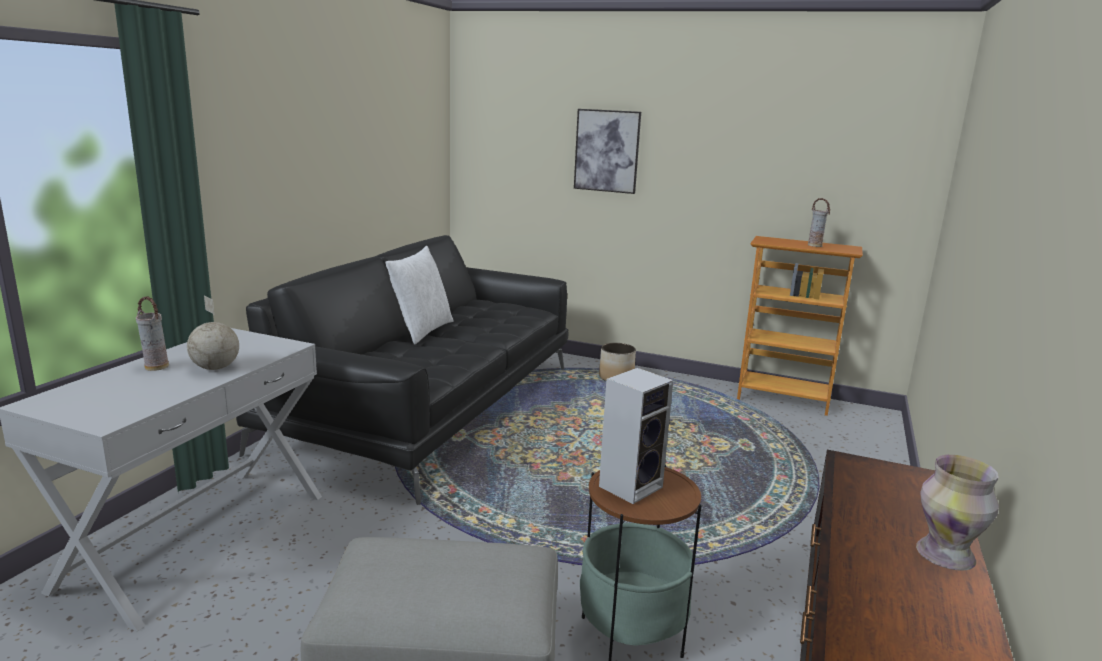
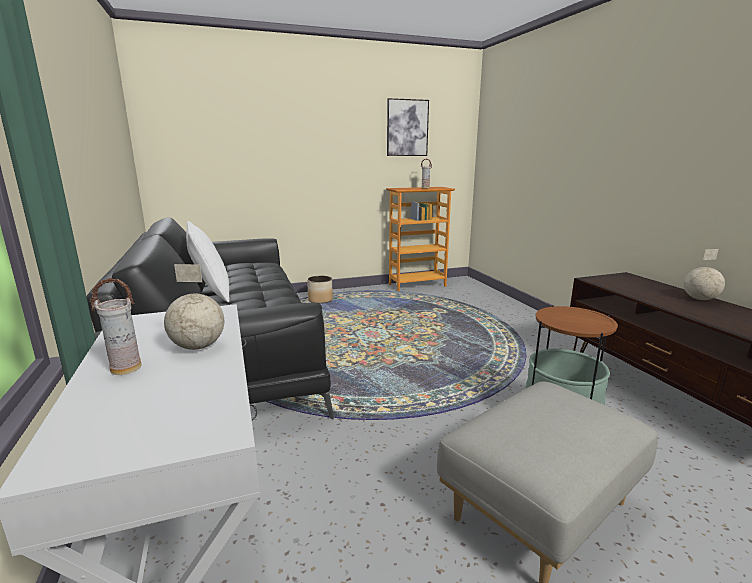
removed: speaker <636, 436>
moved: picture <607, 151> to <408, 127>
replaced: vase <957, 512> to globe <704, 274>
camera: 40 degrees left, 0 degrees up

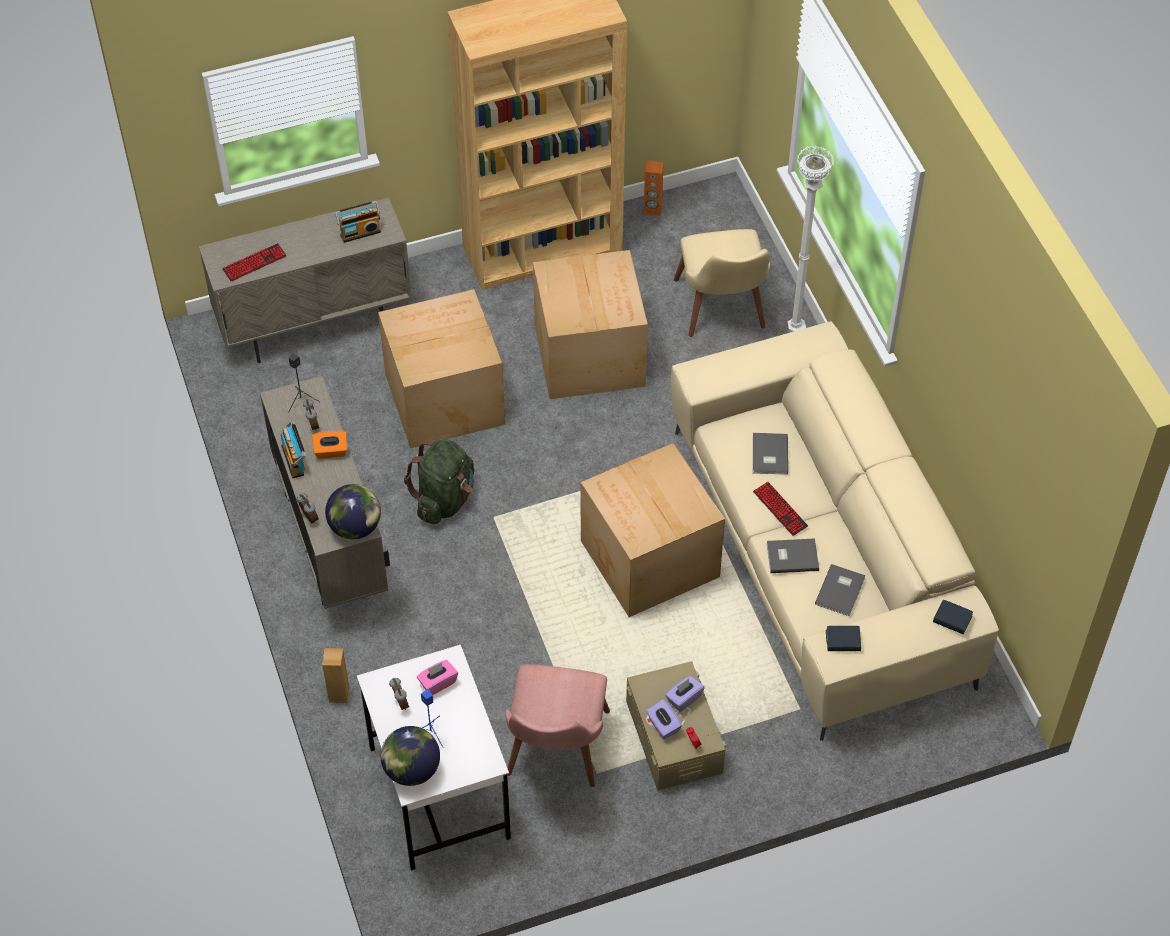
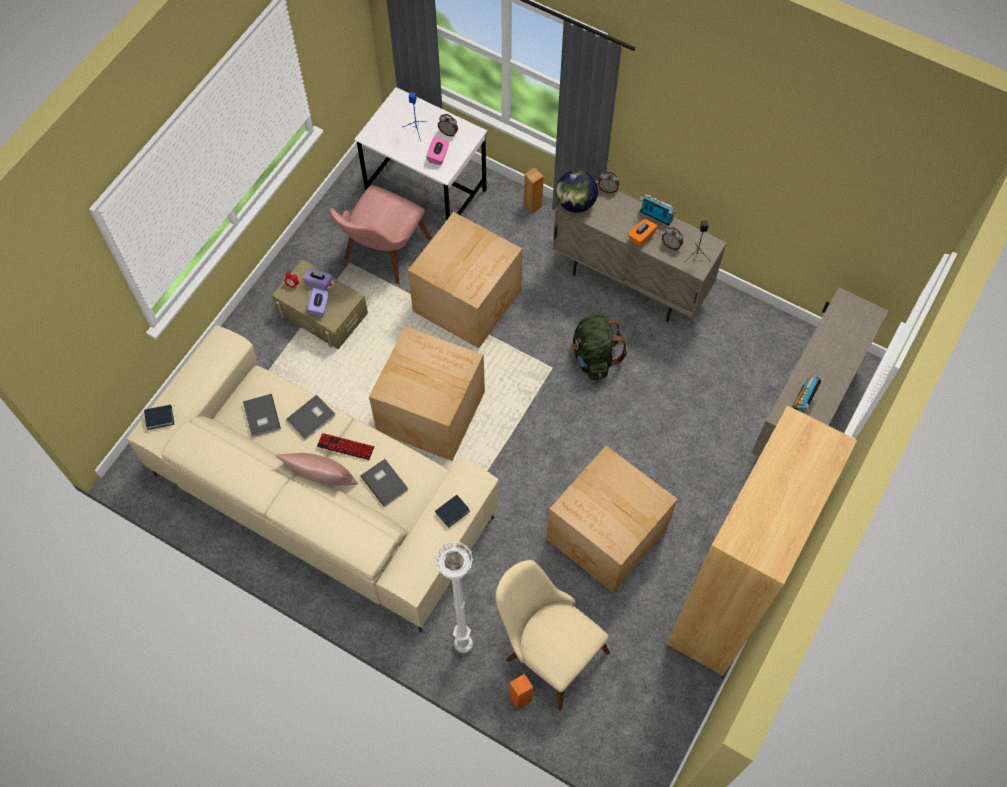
removed: keyboard <254, 262>; globe <410, 756>
added: pink pillow <316, 469>
moved: cardboard box <441, 368> to <465, 280>; orange speaker <653, 188> to <521, 691>; book <843, 638> to <452, 511>
turned: pink chair <557, 725> = <380, 234> 120 degrees counterclockwise
camera: 140 degrees right, 10 degrees up

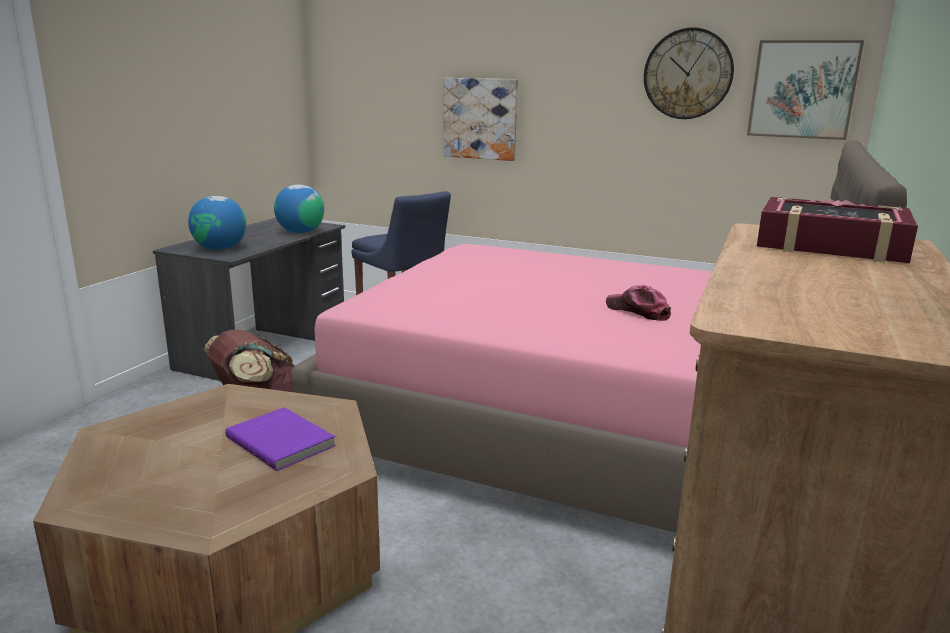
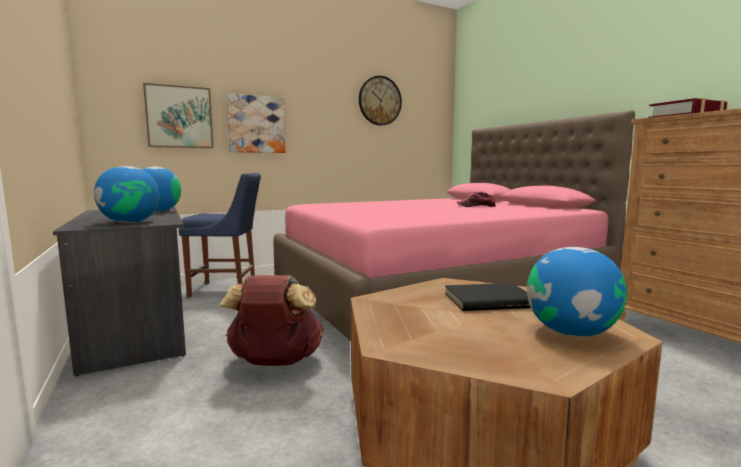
added: globe <577, 292>
moved: picture <805, 90> to <178, 115>
recoloured: purple book <280, 439> to black book <488, 297>
camera: 50 degrees left, 10 degrees down

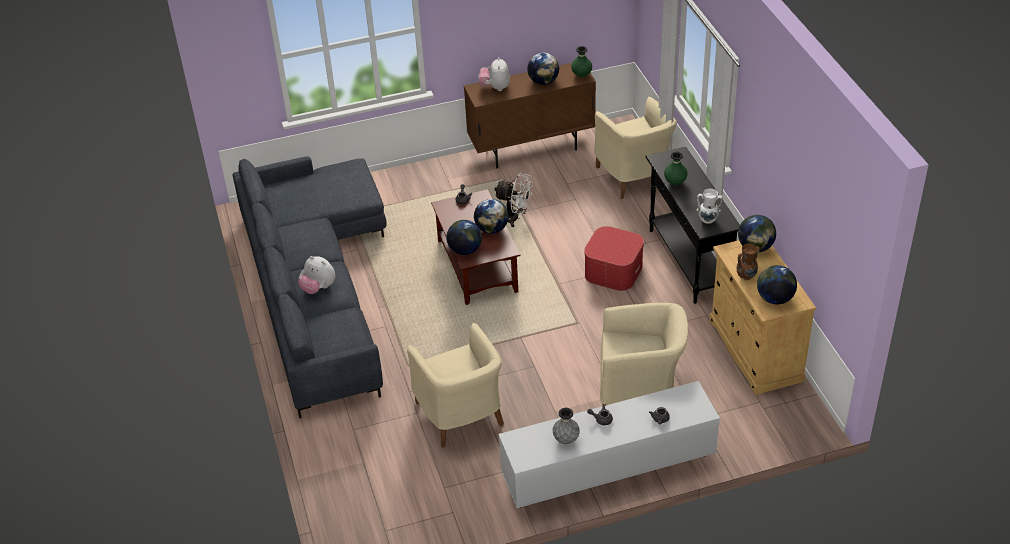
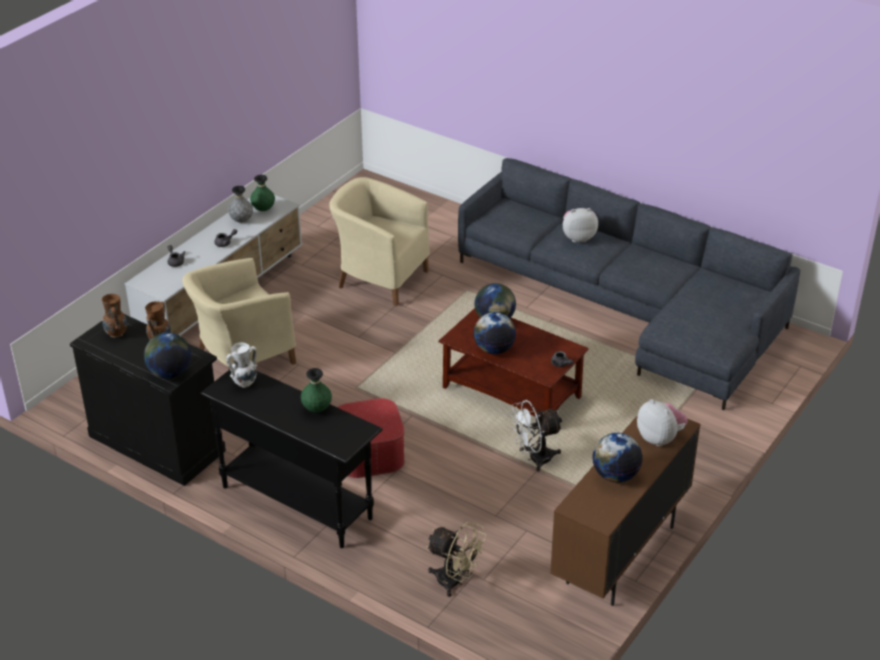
moved: green vase <581, 61> to <262, 193>
replaced: beige armchair <635, 148> to beige fan <456, 559>; globe <777, 284> to brown vase <114, 316>
recoloured: beige cabinet <762, 317> to black cabinet <148, 400>
camera: 140 degrees right, 5 degrees down

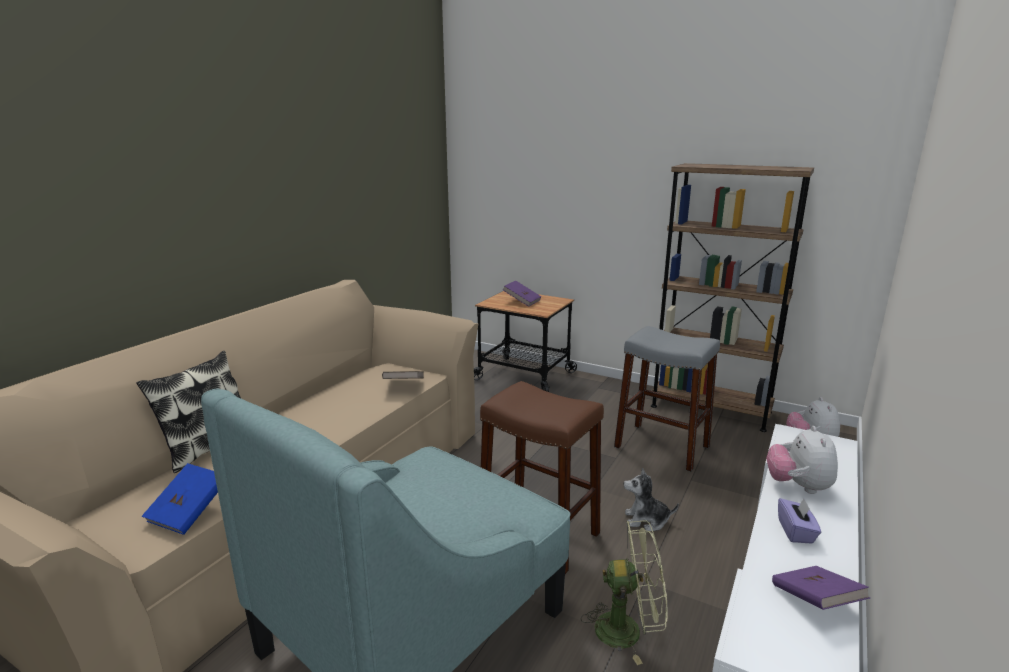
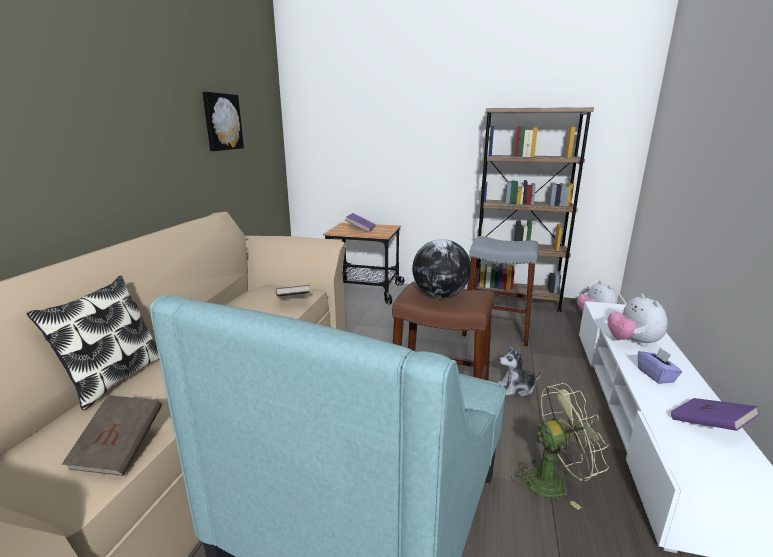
added: picture <223, 121>; globe <441, 268>
recoloured: blue book <180, 499> to brown book <112, 435>
camera: 15 degrees left, 0 degrees up

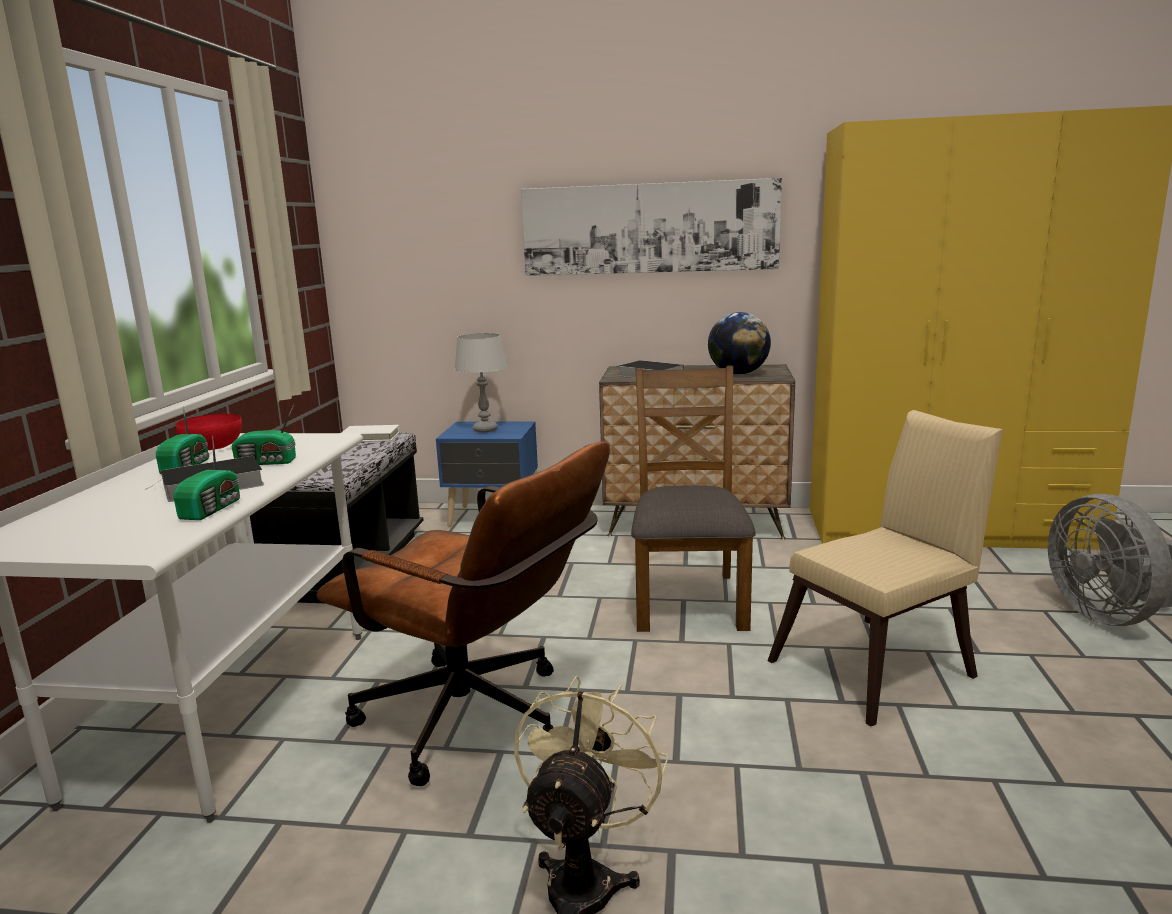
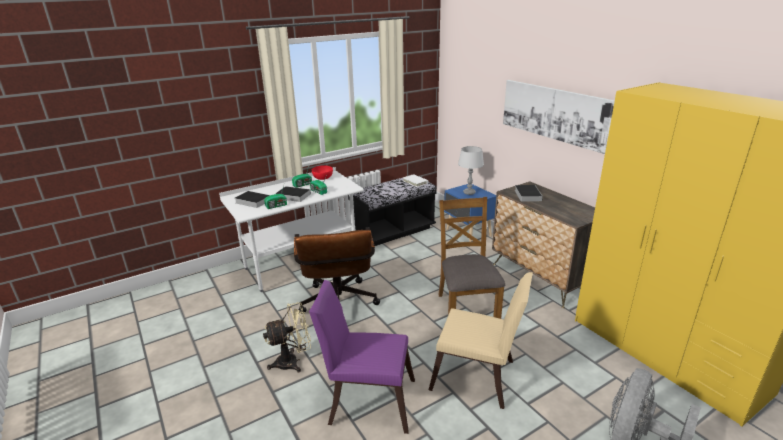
removed: globe <739, 343>
added: book <252, 199>; purple chair <362, 357>
turned: brown chair <693, 499> = <471, 258> 60 degrees counterclockwise
camera: 50 degrees right, 10 degrees up

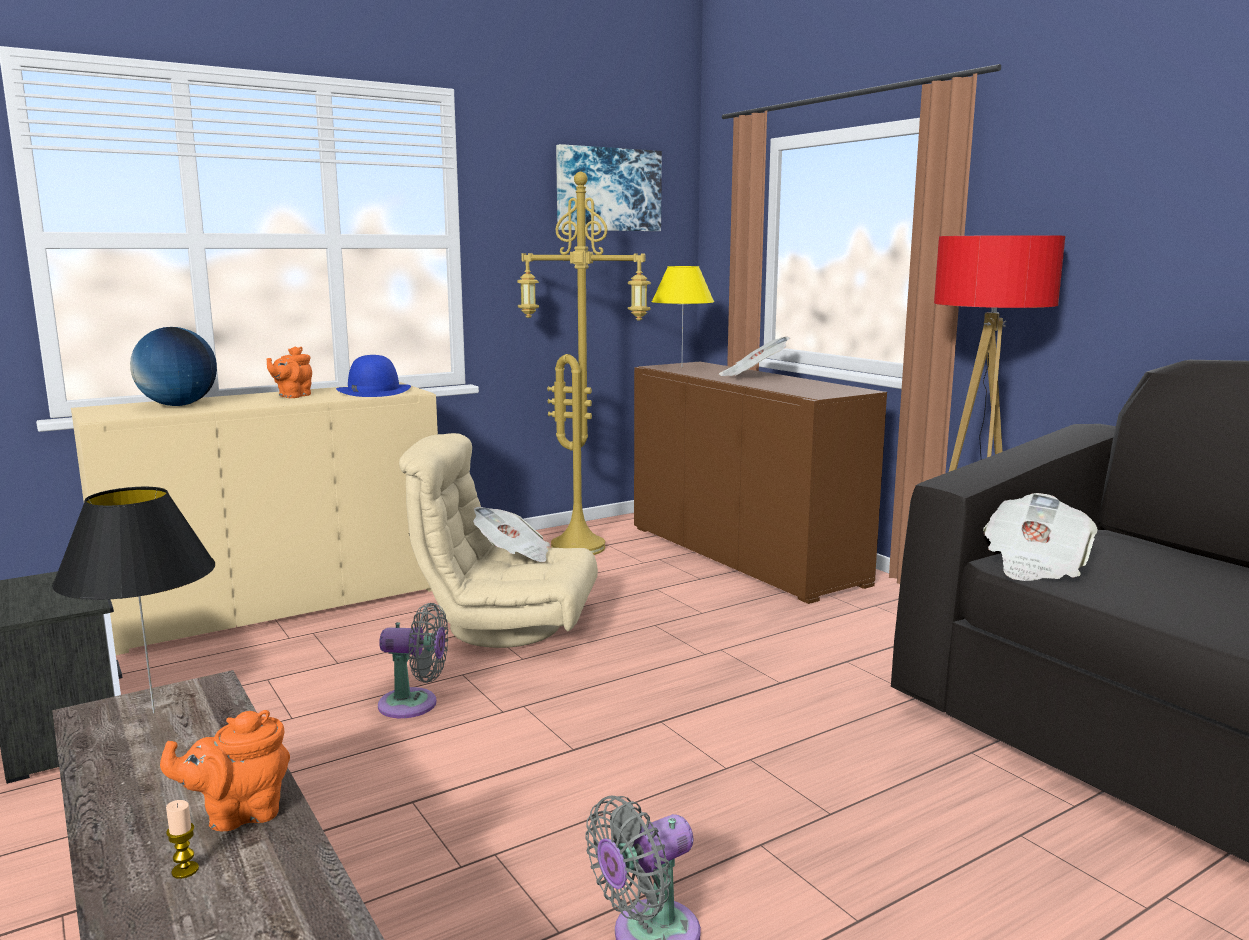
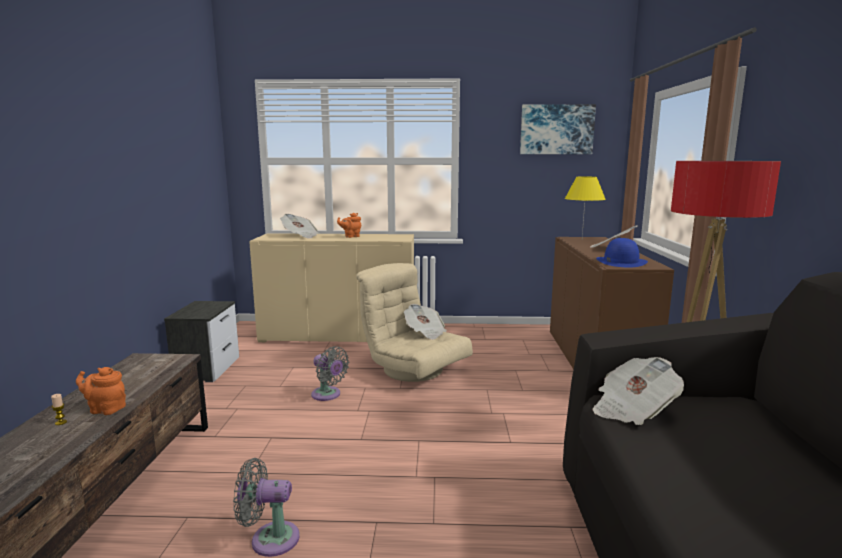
removed: black table lamp <133, 600>; yellow floor lamp <584, 363>
moved: blue hat <373, 376> to <622, 252>
replaced: globe <173, 366> to newspaper <299, 226>
camera: 35 degrees right, 0 degrees up

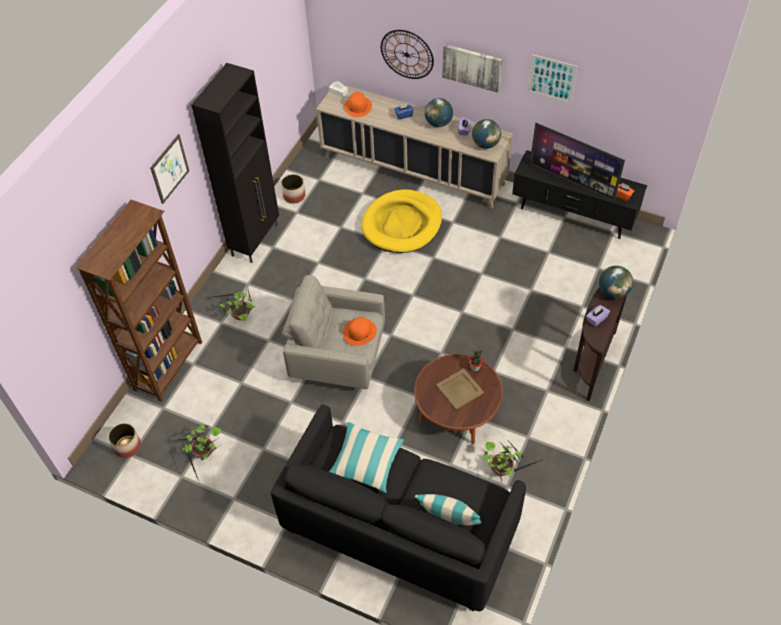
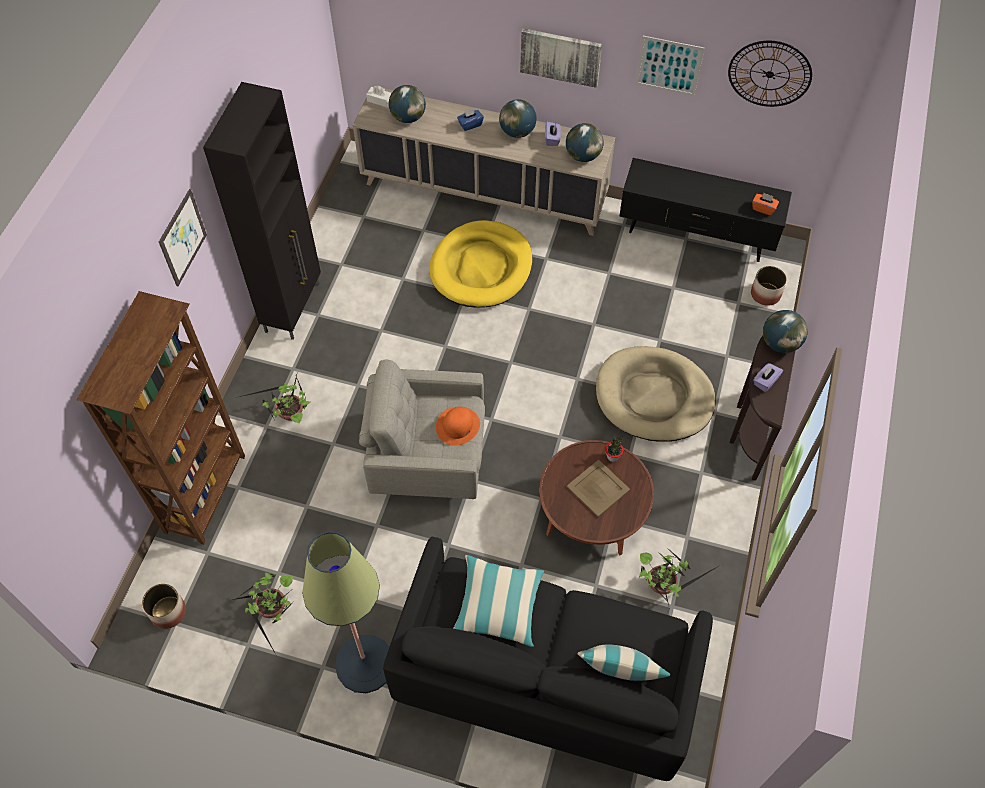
removed: television <577, 162>
added: floor lamp <345, 612>; beige dog bed <655, 394>
moved: planter <293, 189> to <769, 286>; wall clock <407, 54> to <770, 74>
replaced: orange hat <358, 104> to globe <407, 104>
camera: 10 degrees left, 5 degrees up

